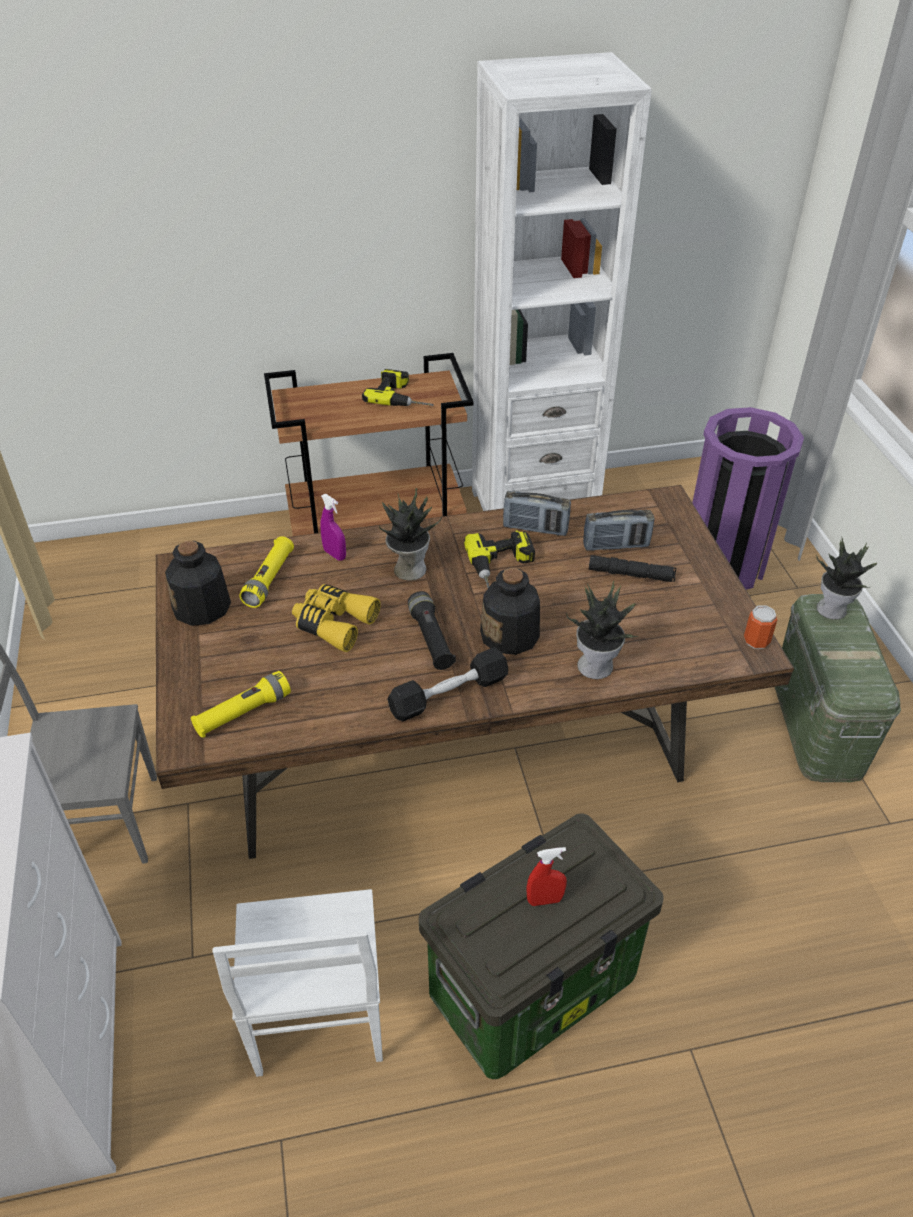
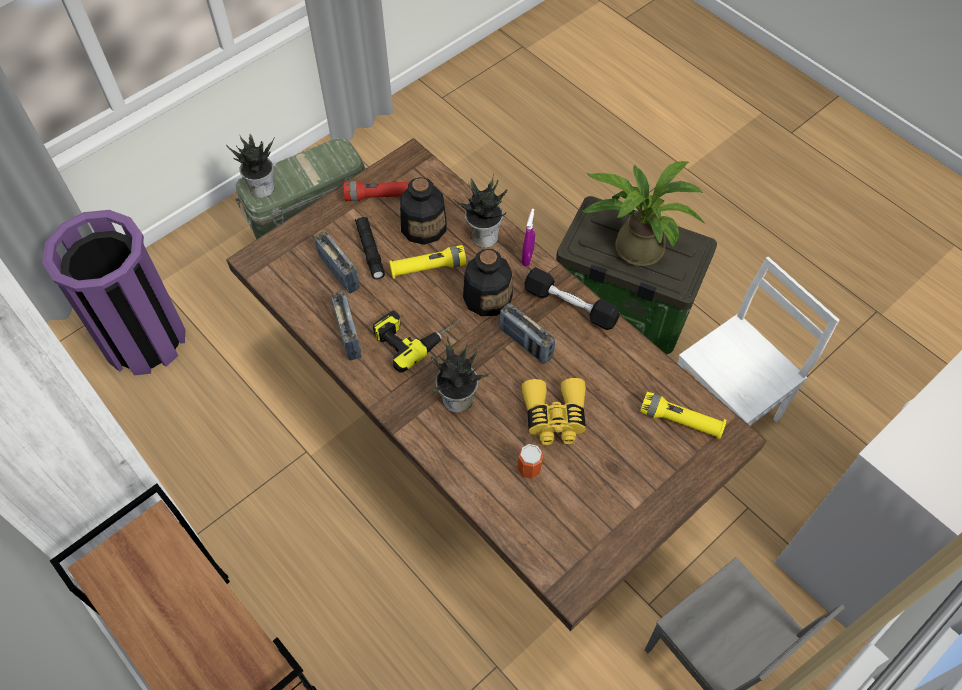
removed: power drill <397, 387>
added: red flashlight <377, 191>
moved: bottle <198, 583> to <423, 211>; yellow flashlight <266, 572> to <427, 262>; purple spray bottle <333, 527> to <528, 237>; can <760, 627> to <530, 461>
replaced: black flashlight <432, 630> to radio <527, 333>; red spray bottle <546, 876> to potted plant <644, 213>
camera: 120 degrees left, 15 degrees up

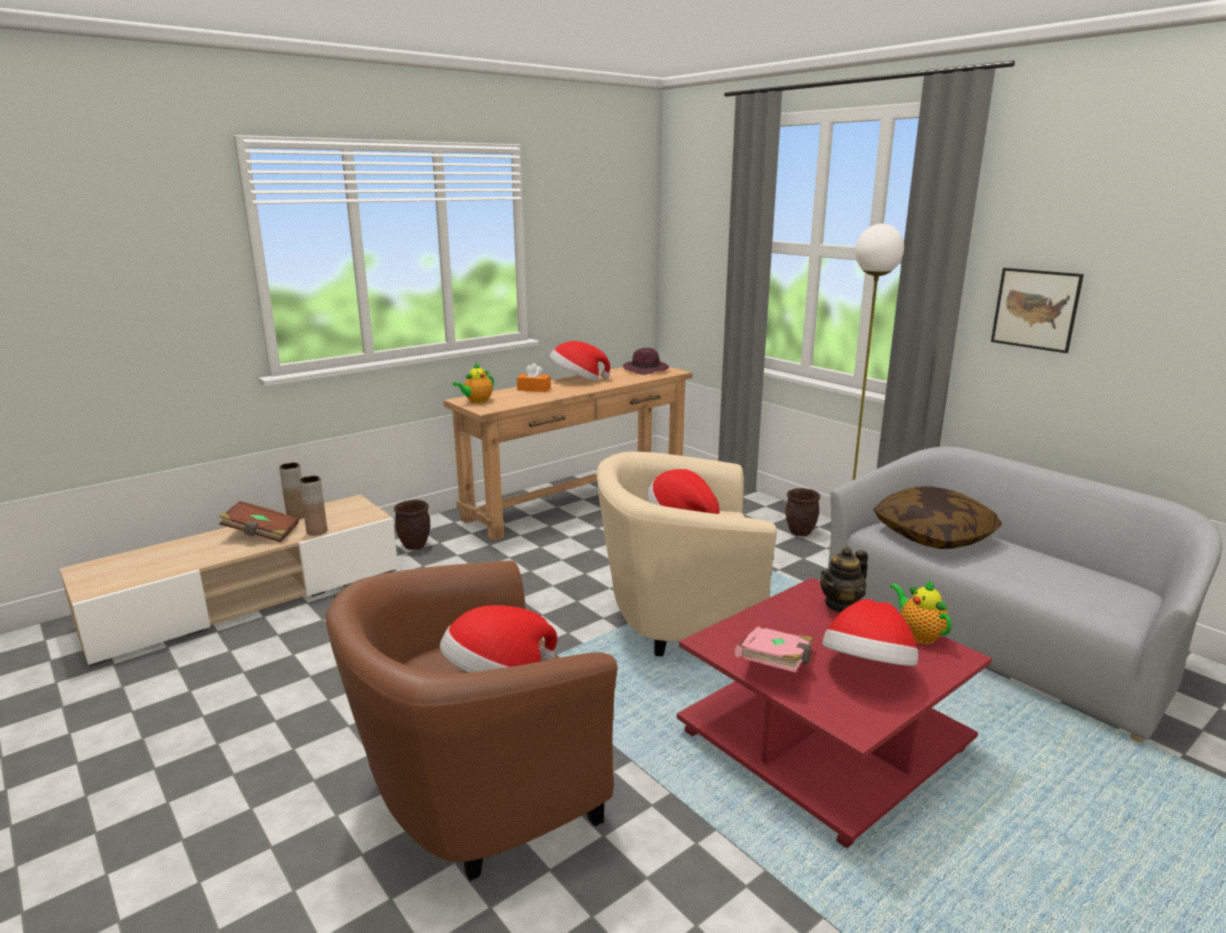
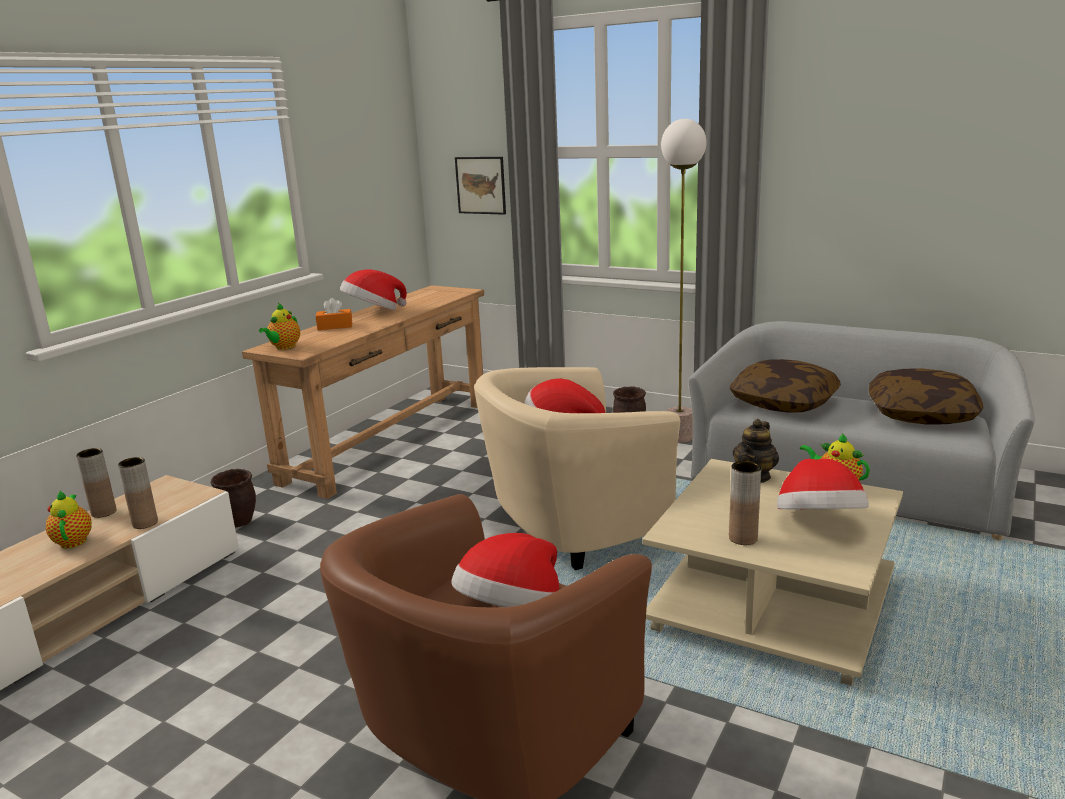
removed: purple hat <646, 361>
added: pillow <926, 396>
moved: picture <1037, 310> to <480, 186>
replaced: brown book <259, 521> to teapot <69, 519>; pink book <774, 650> to brown vase <745, 503>
recoloured: red coffee table <834, 713> to beige coffee table <772, 572>
camera: 20 degrees left, 0 degrees up

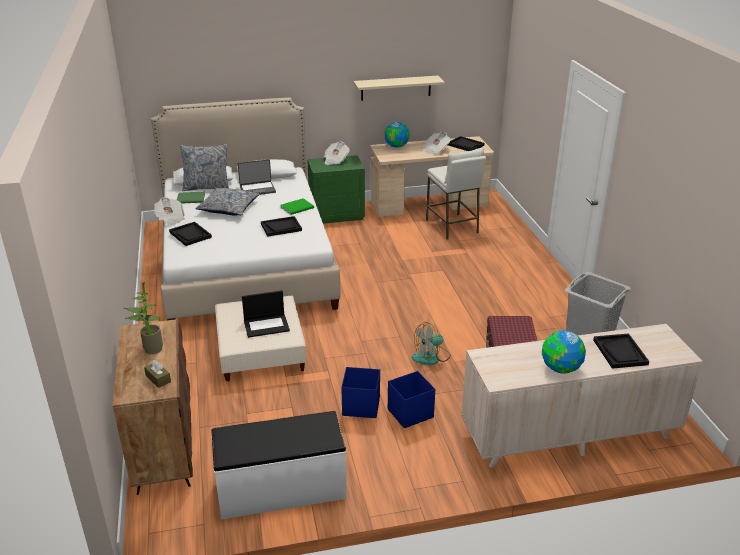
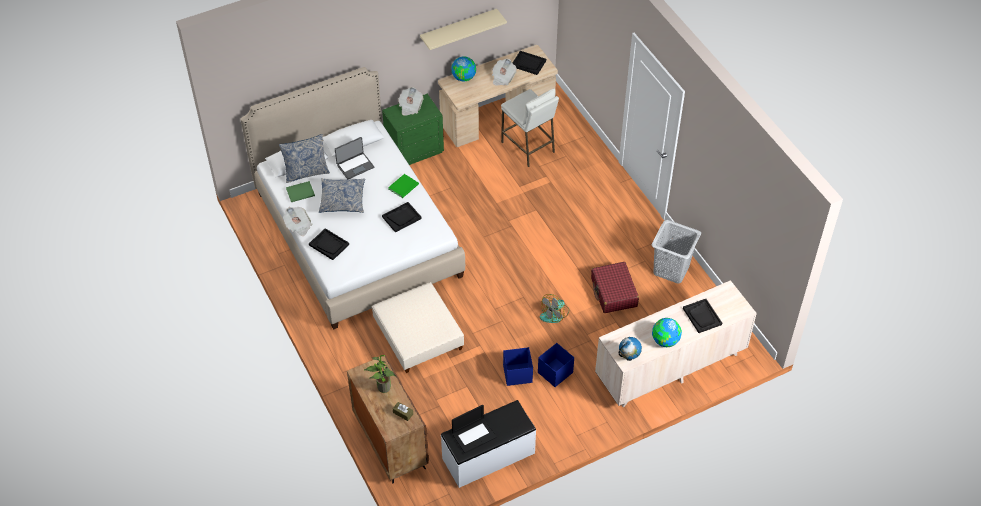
added: globe <630, 349>
moved: laptop <266, 314> to <474, 428>
camera: 15 degrees left, 20 degrees up

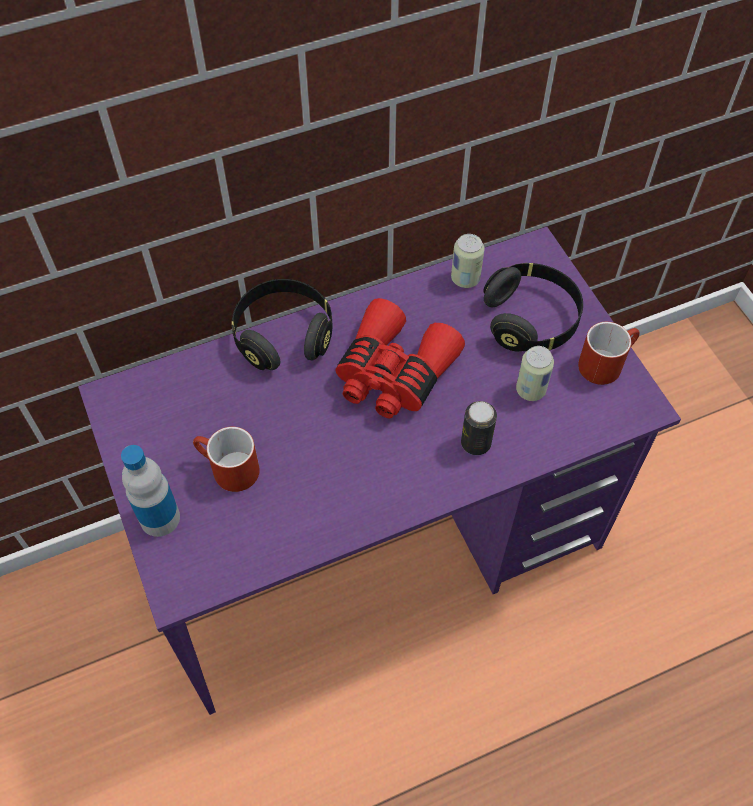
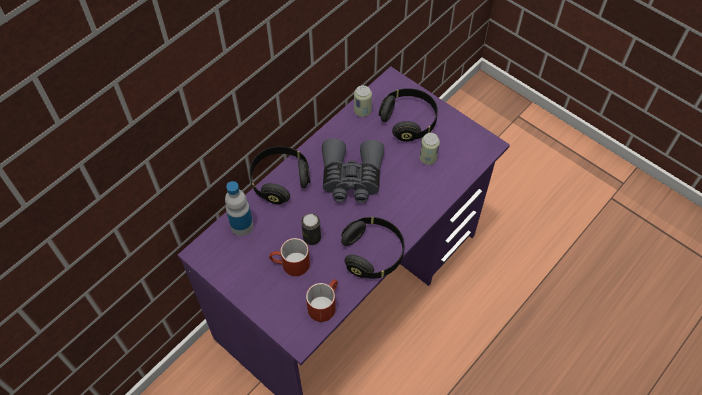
added: black headphones <372, 248>
moved: bottle <150, 491> to <239, 208>; can <479, 428> to <311, 229>; red mug <609, 353> to <322, 300>
recoloured: red binoculars <400, 358> to grey binoculars <353, 171>
camera: 25 degrees left, 0 degrees up

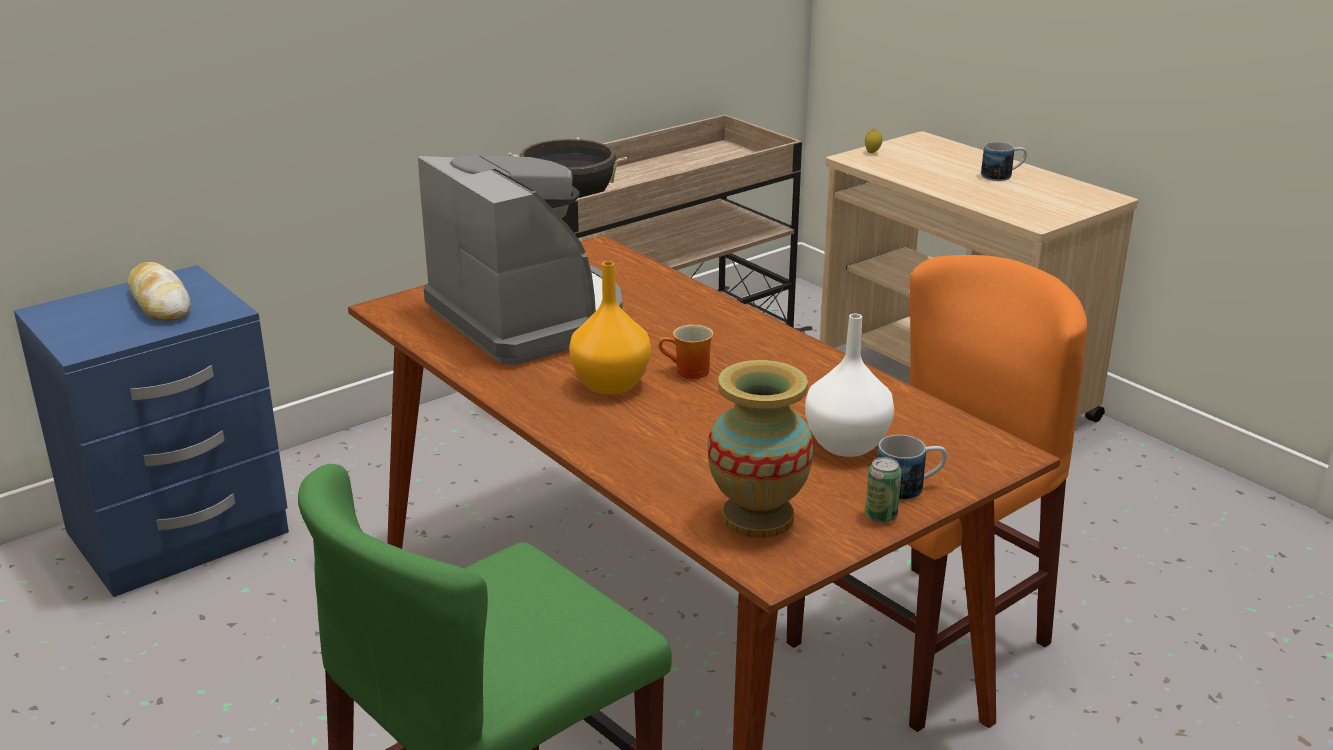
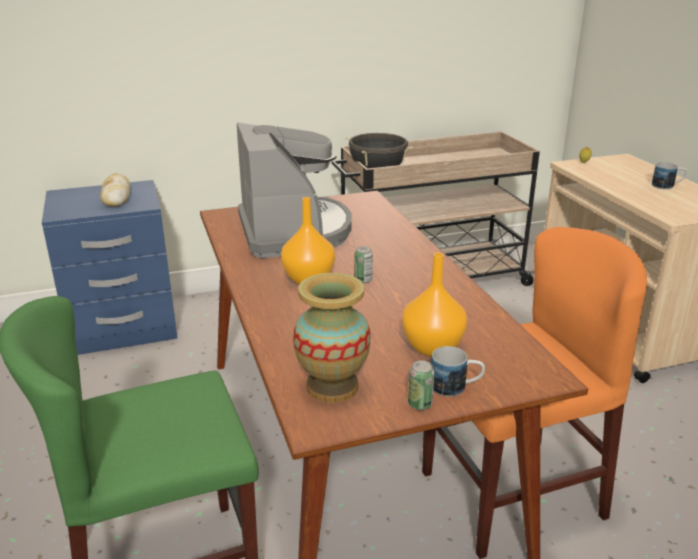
replaced: mug <686, 352> to can <363, 264>
recoloured: white vase <849, 385> to orange vase <434, 305>
camera: 20 degrees right, 0 degrees up

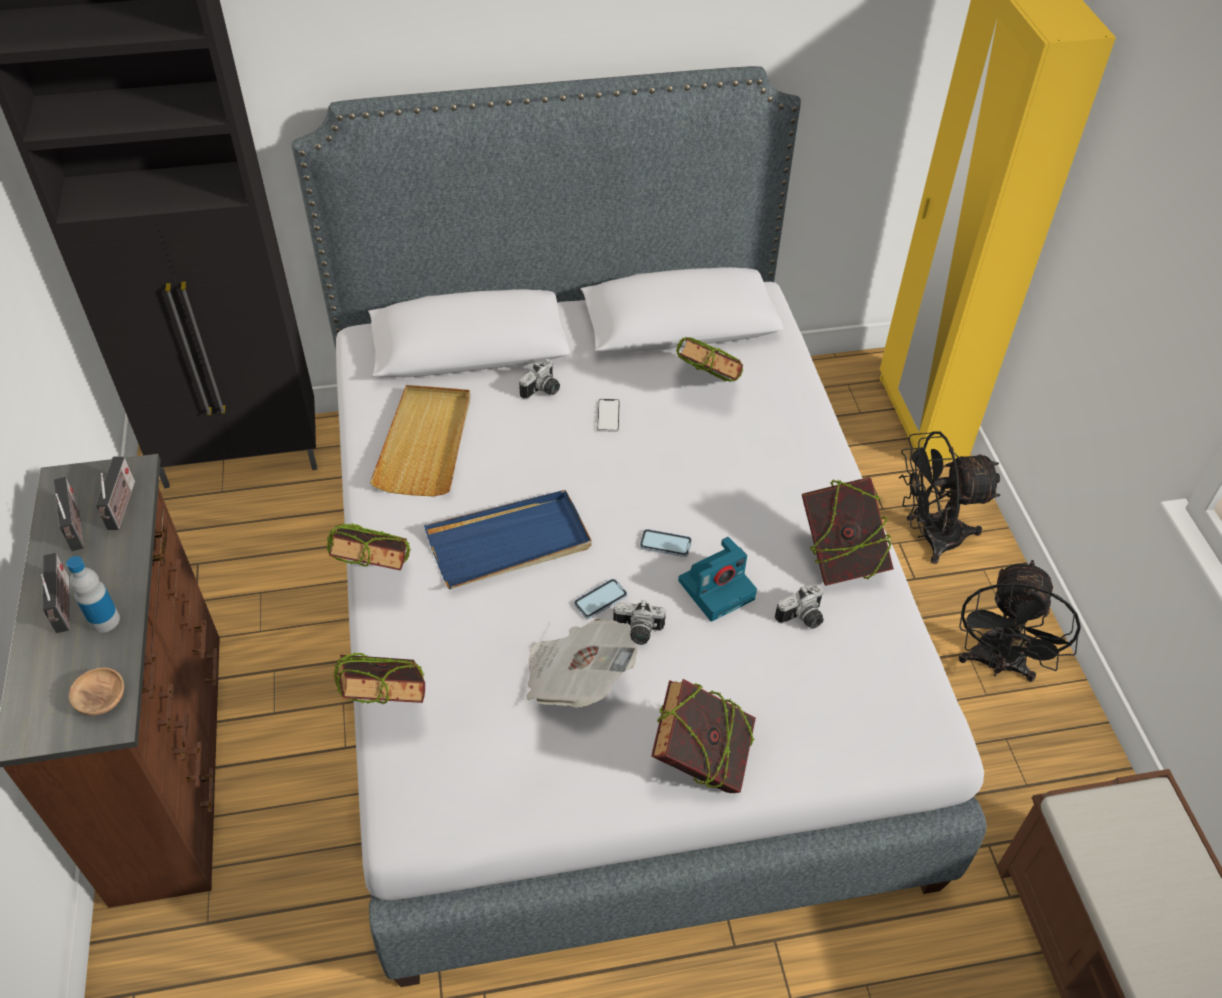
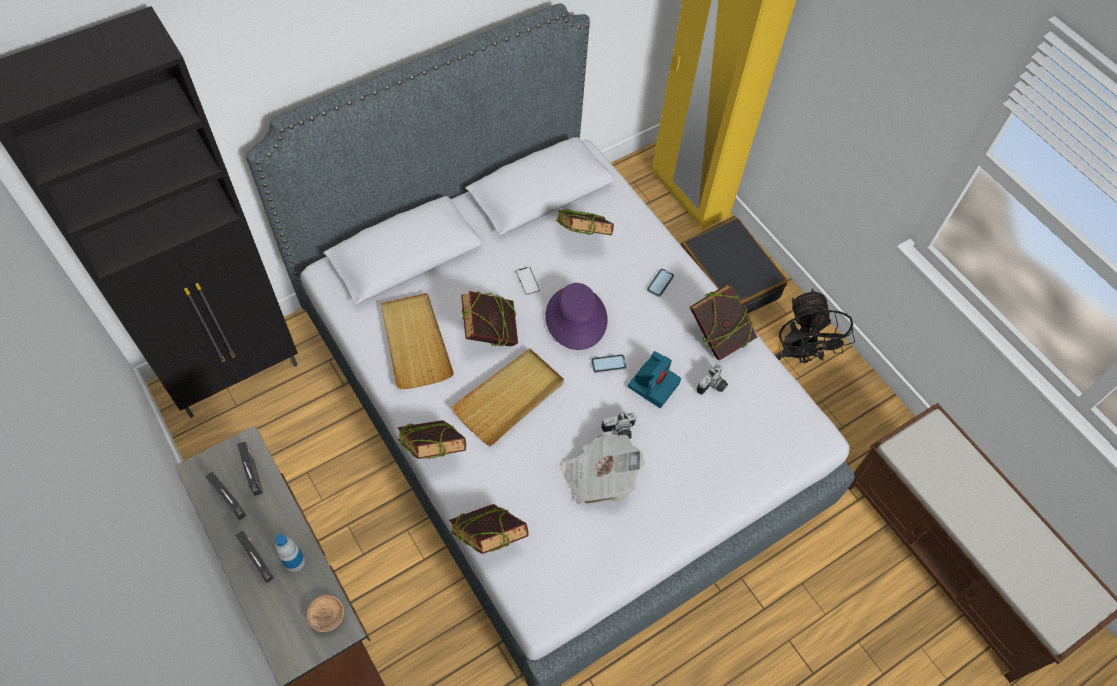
removed: photo camera <539, 379>
added: purple hat <576, 316>
moved: phone <600, 599> to <660, 283>; book <703, 736> to <489, 319>
replaced: black fan <949, 497> to black suitcase <734, 266>
recoloured: blue tray <508, 539> to beige tray <507, 397>
camera: 25 degrees left, 10 degrees up

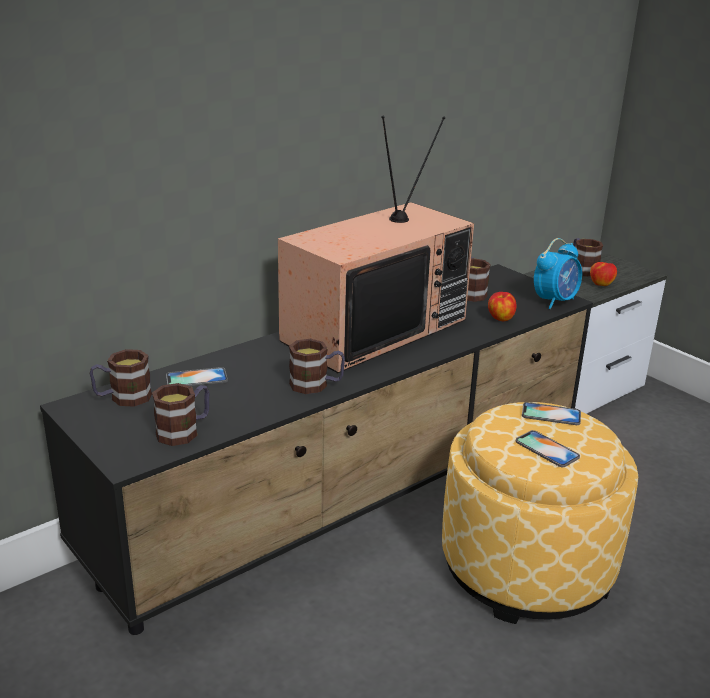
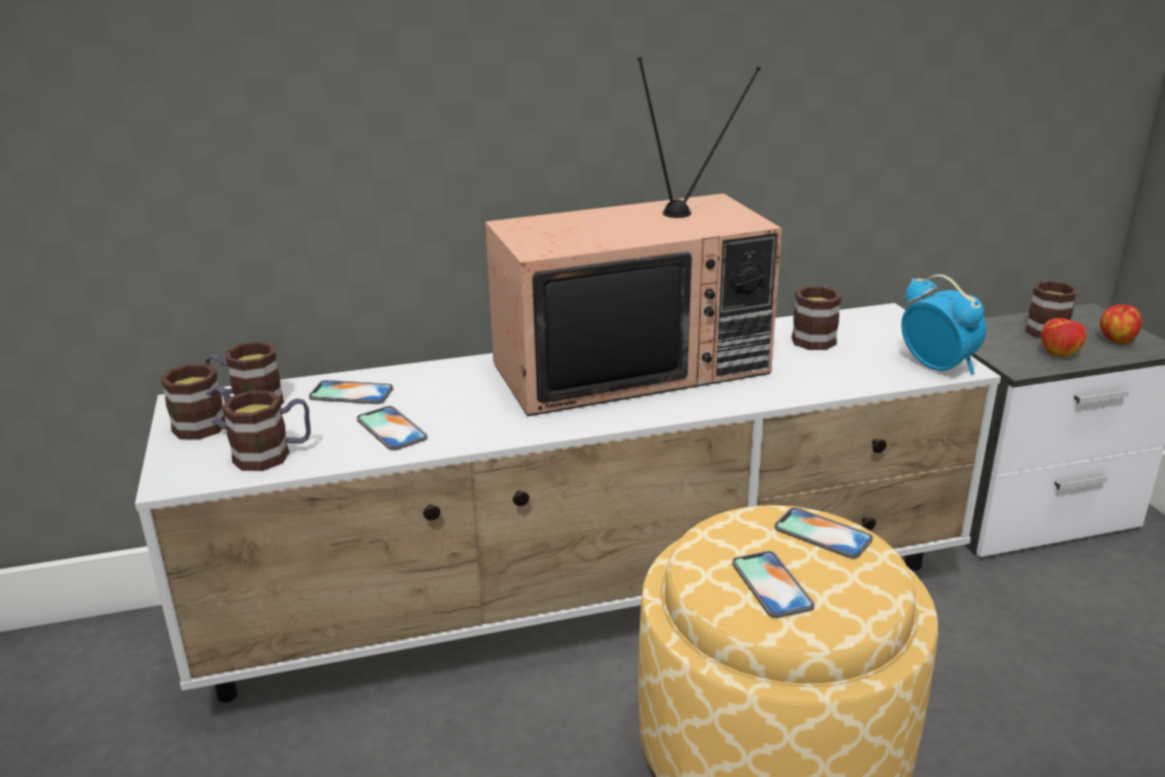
added: phone <392, 428>
moved: mug <317, 366> to <195, 402>; apple <502, 306> to <1121, 324>
recoloured: black tv stand <316, 449> to white tv stand <568, 502>
turned: alarm clock <558, 273> = <943, 324> 105 degrees counterclockwise
camera: 25 degrees right, 0 degrees up

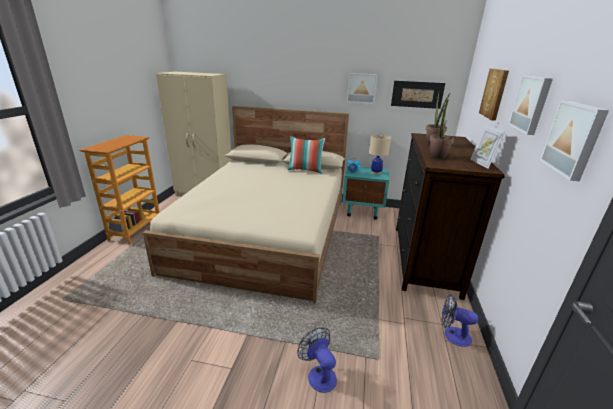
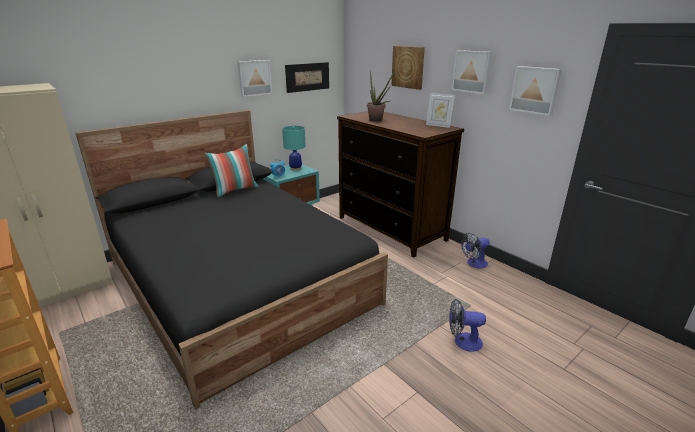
removed: potted plant <442, 127>
recoloured: beige bed <246, 205> to black bed <231, 260>; beige table lamp <380, 154> to turquoise table lamp <294, 148>
camera: 50 degrees left, 0 degrees up

